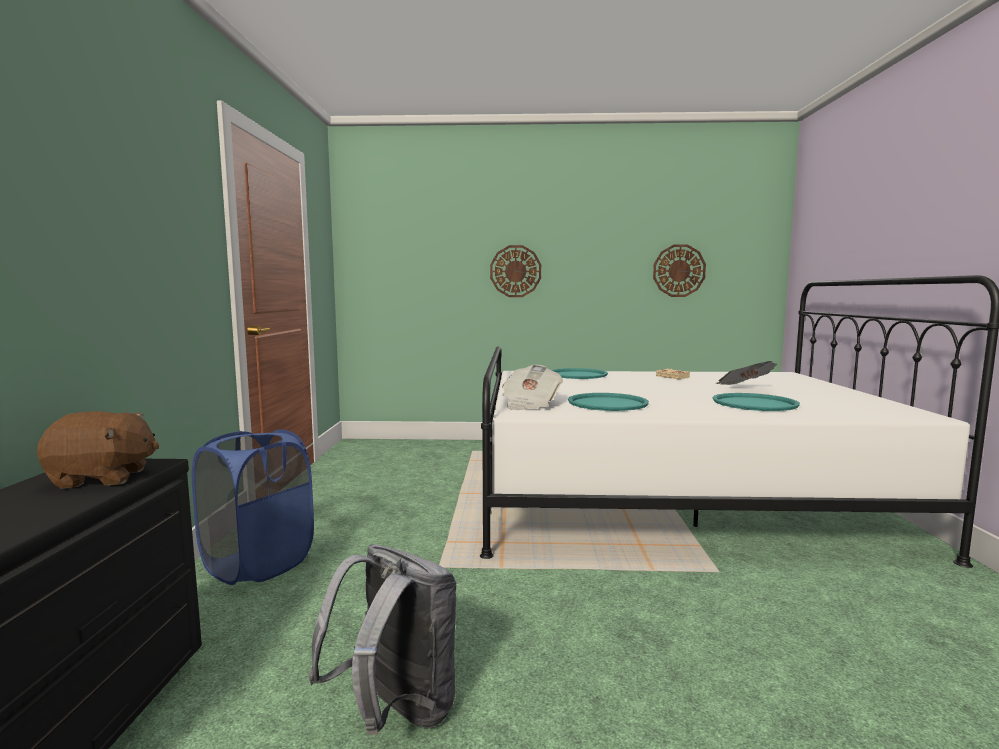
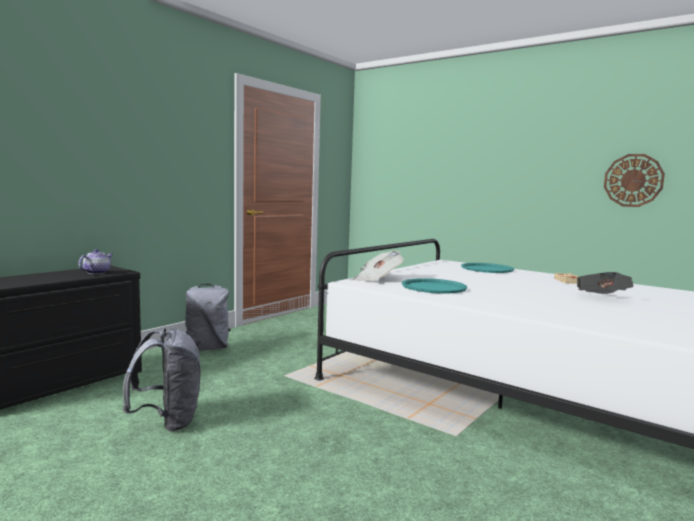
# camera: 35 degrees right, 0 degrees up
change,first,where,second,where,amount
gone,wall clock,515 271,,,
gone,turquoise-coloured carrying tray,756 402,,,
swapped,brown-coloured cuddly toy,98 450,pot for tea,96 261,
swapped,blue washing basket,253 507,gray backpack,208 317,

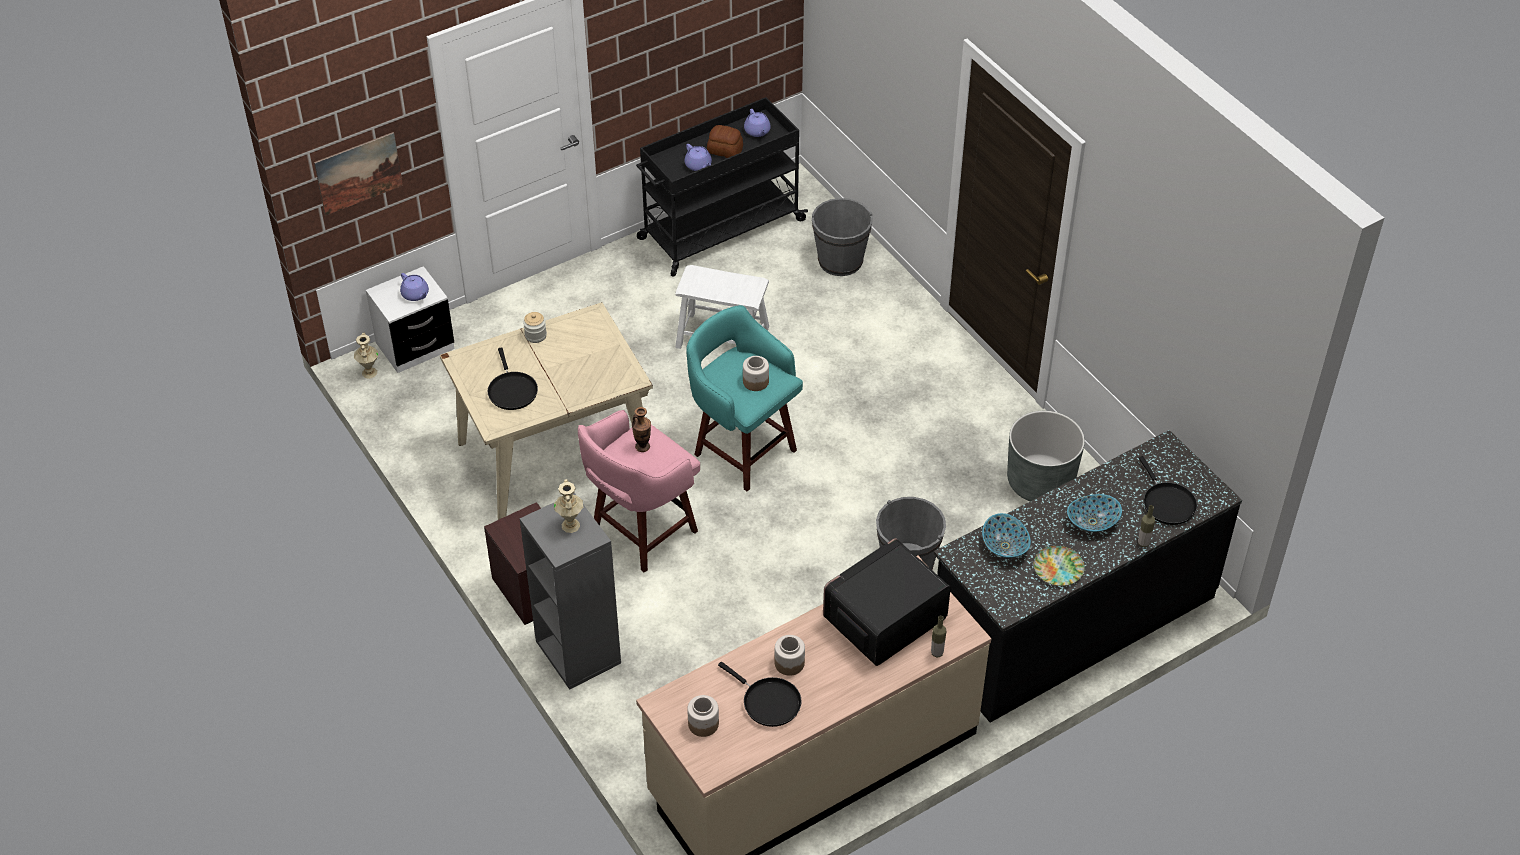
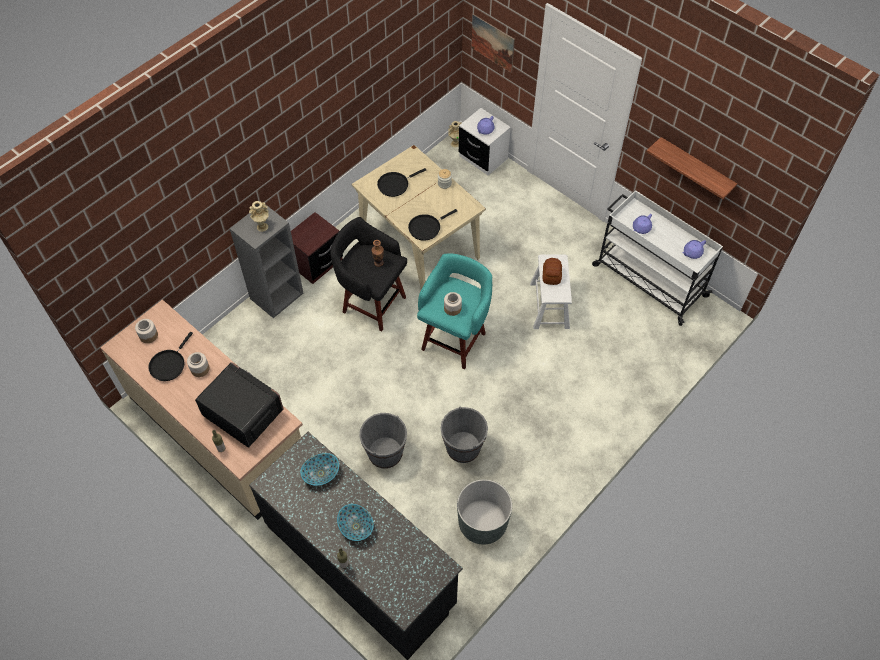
# camera: 75 degrees right, 10 degrees up
change,first,where,second,where,amount
gone,dinner plate,1059 566,,,
new,,,bracket shelf,692 168,
shifted,bakery bread,725 141,,552 271,
shifted,gray bucket,842 237,,464 435,
shifted,black pan,1168 490,,432 225,
repainted,pinkish stool,639 491,black stool,368 274,
repainted,black trolley,722 187,whitish trolley,657 258,

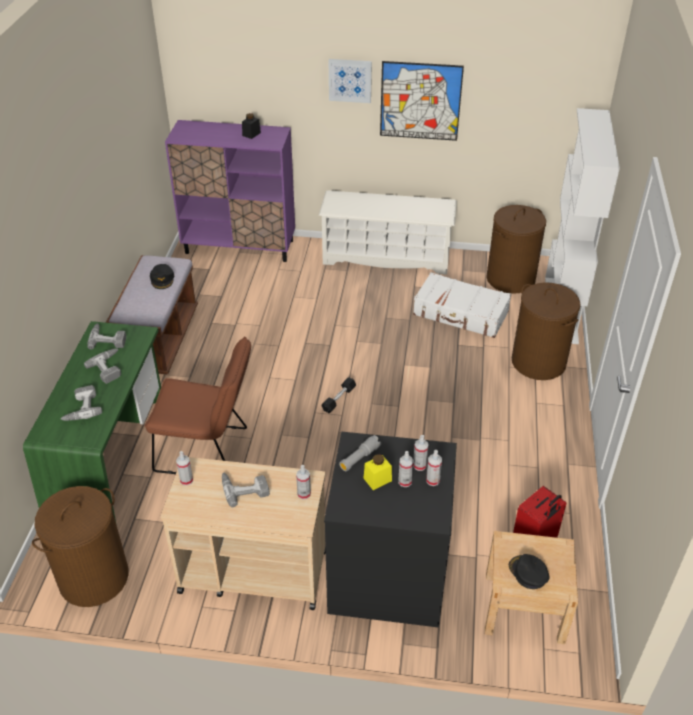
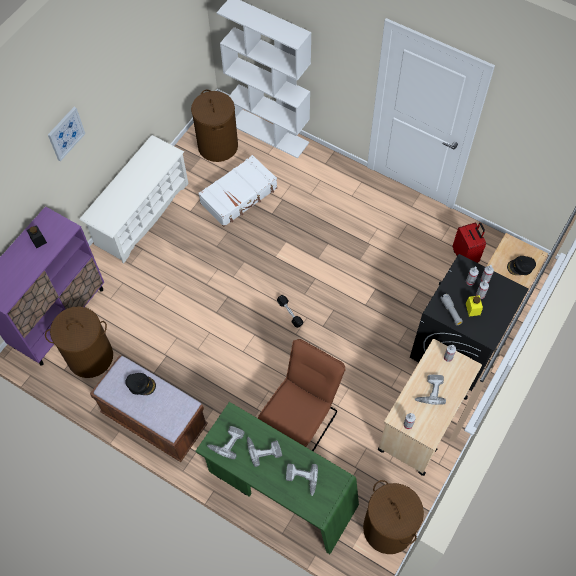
# camera: 65 degrees left, 20 degrees up
change,first,where,second,where,amount
gone,wall art,422 101,,,
shifted,brown-coloured washing basket,546 331,,79 342,

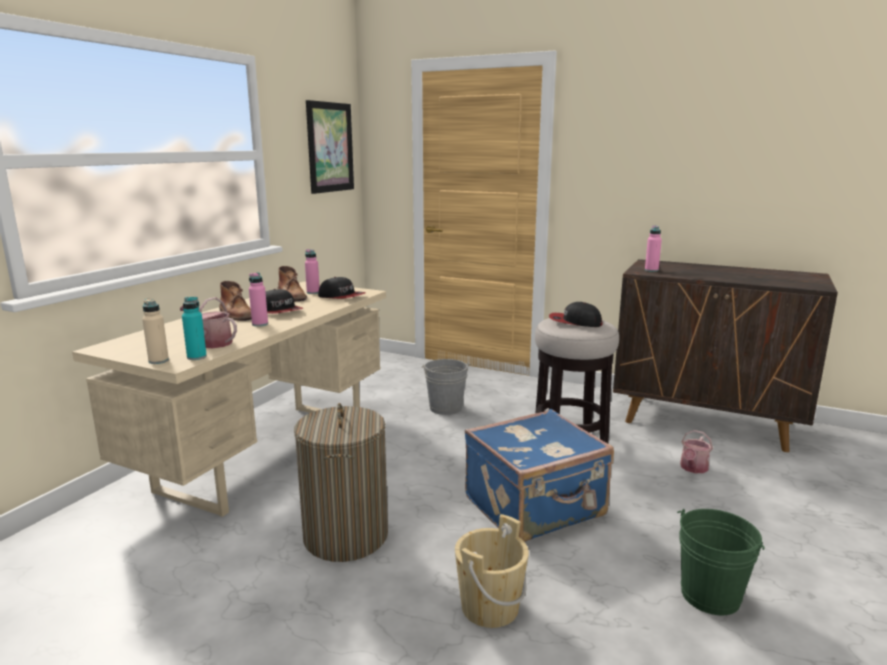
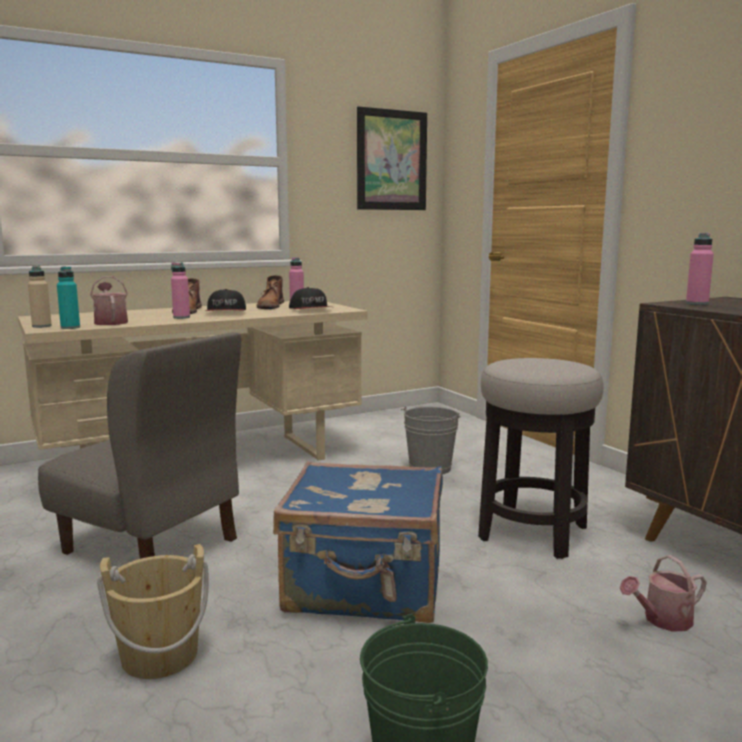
# camera: 35 degrees right, 5 degrees down
change,first,where,second,where,amount
gone,cap,576 314,,,
swapped,washing basket,341 482,gray upright chair,139 445,

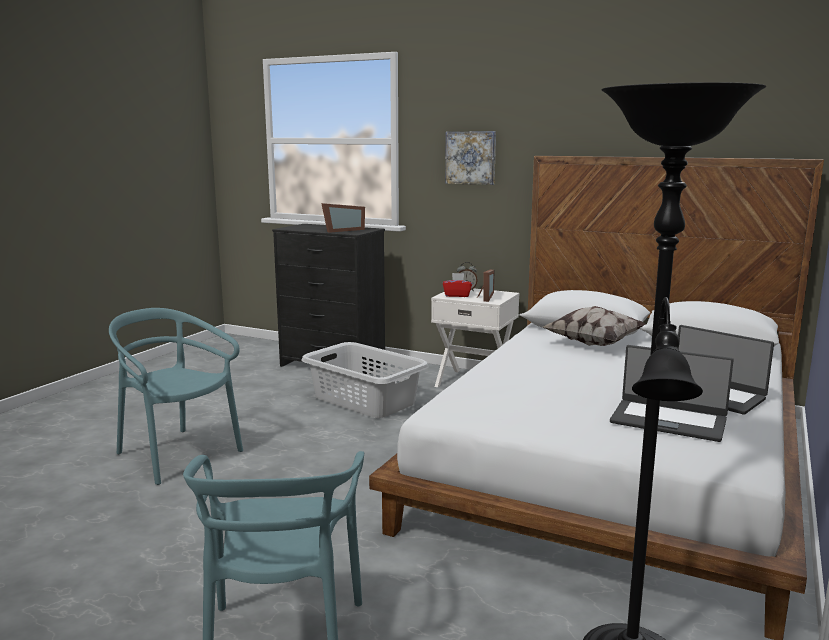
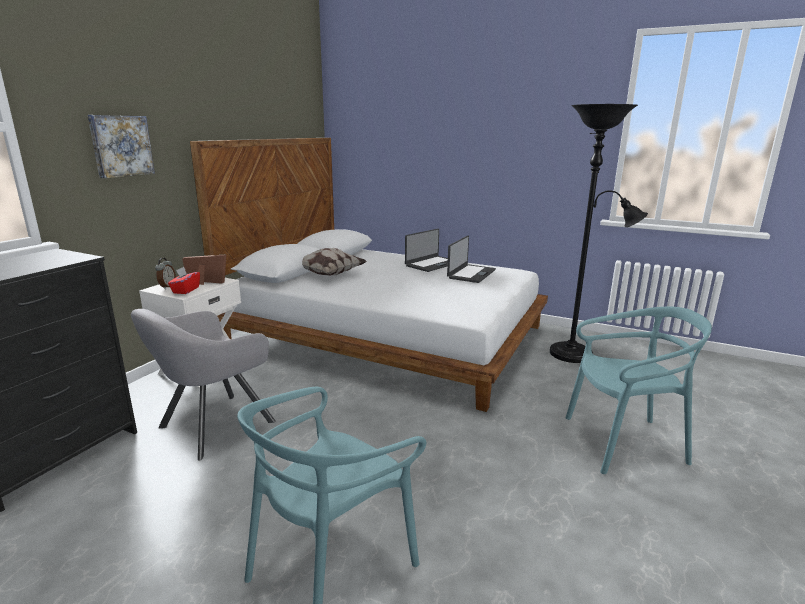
# camera: 90 degrees left, 5 degrees up
change,first,where,second,where,amount
gone,standing frame,343 218,,,
swapped,gray washing basket,365 380,gray lounge chair,203 385,

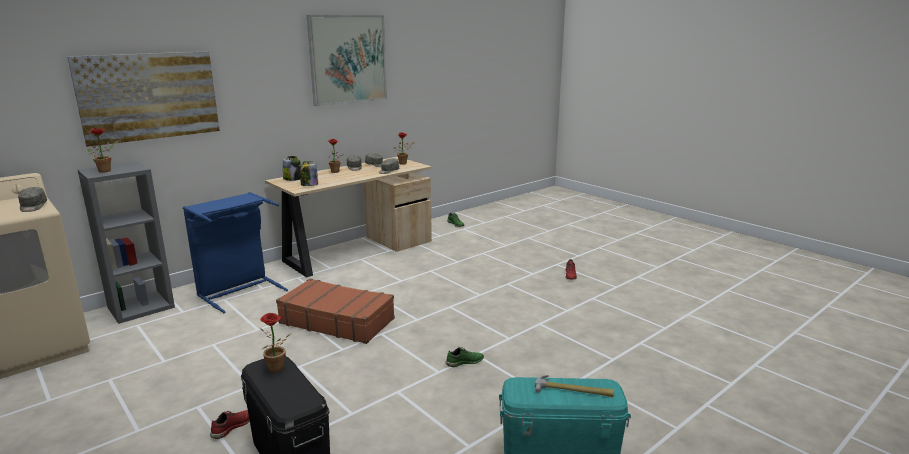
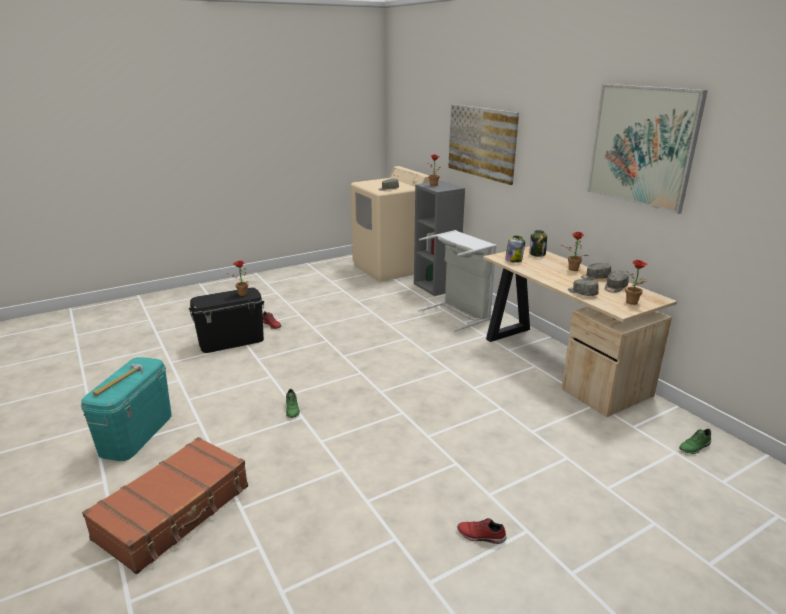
# camera: 100 degrees right, 5 degrees up
change,first,where,second,where,amount
shifted,brown-coloured suitcase,335 311,,165 505,
repainted,blue washing basket,235 252,gray washing basket,457 280,

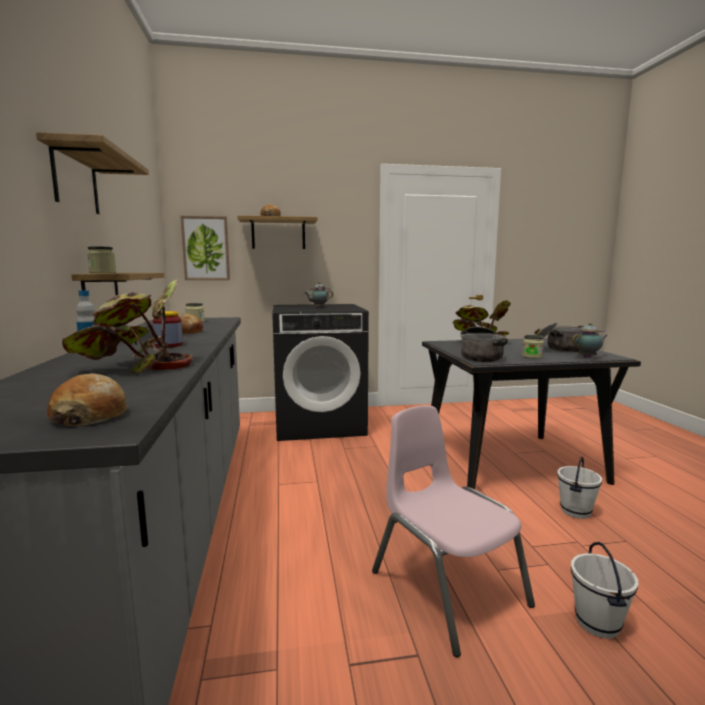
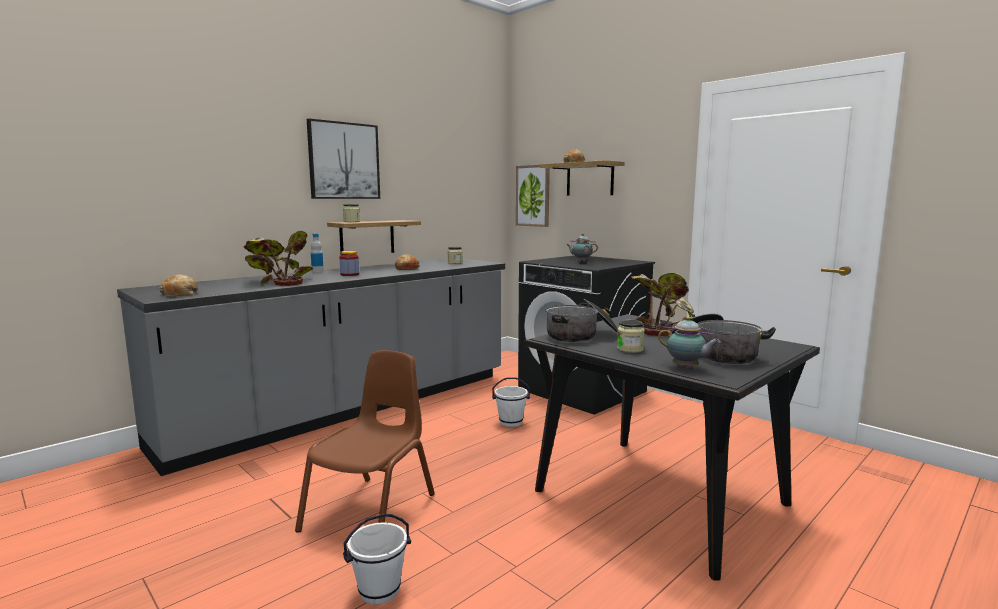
# camera: 55 degrees right, 0 degrees up
change,first,where,second,where,amount
shifted,whitish bucket,579 488,,511 402,
swapped,bracket shelf,92 173,wall art,343 159,
repainted,pinkish upright chair,453 531,brown-coloured upright chair,365 441,

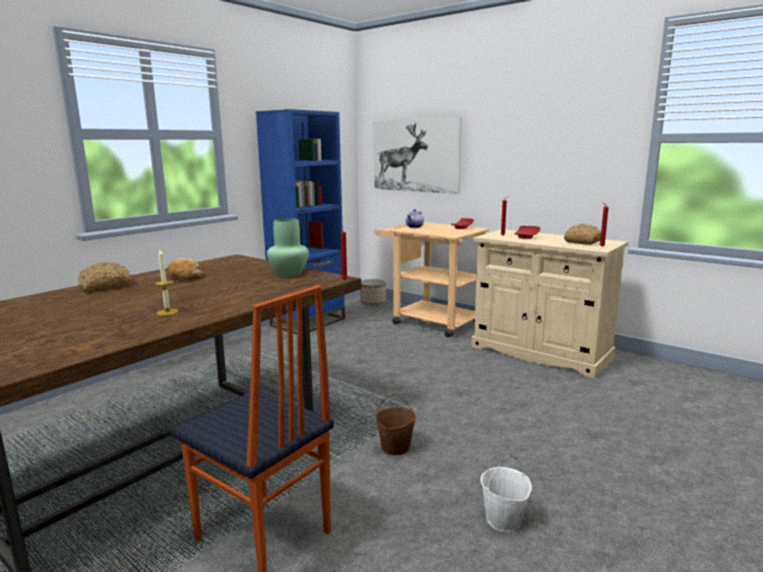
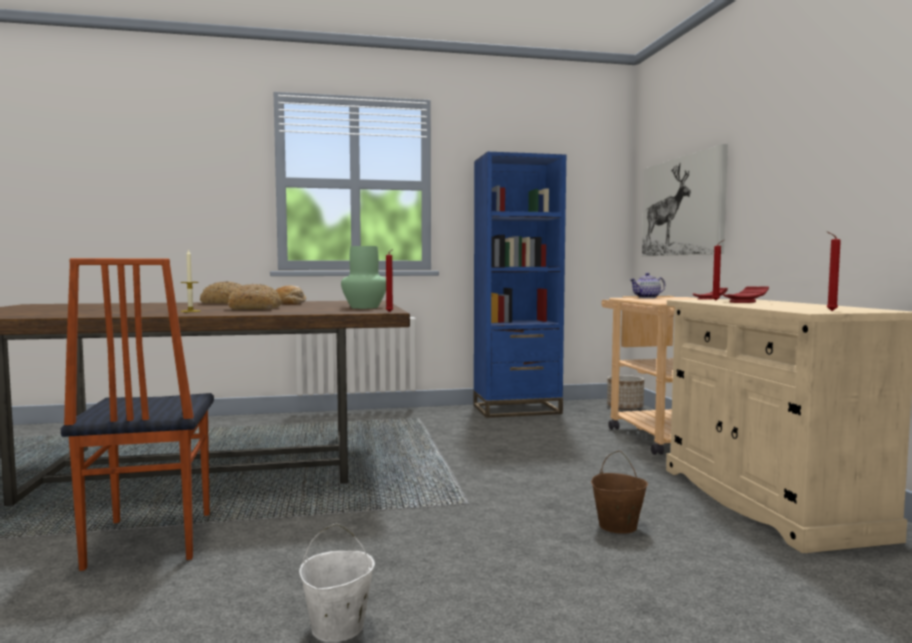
# camera: 40 degrees right, 10 degrees down
change,first,where,second,where,amount
shifted,brown-coloured bucket,395 424,,619 492,
shifted,bakery bread,582 234,,255 297,

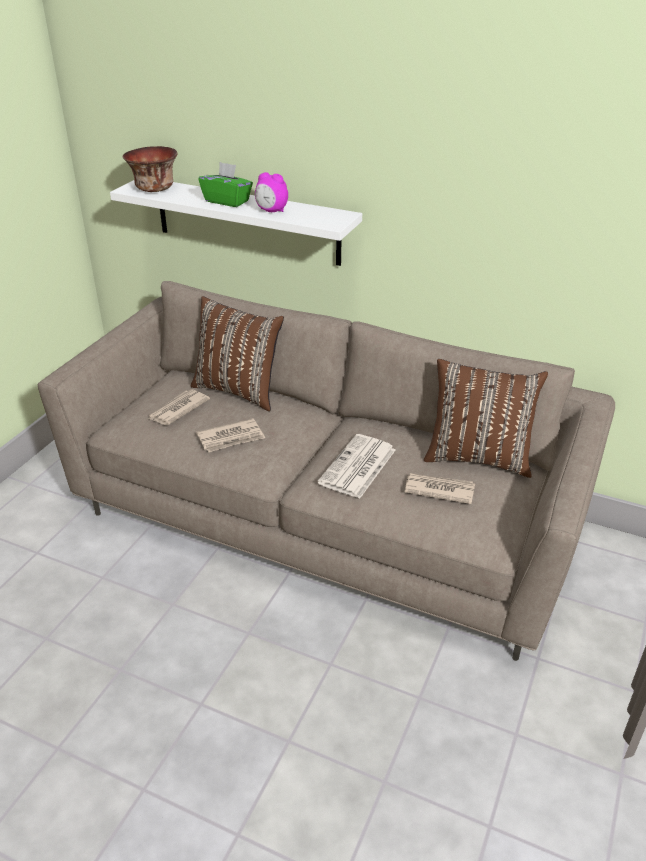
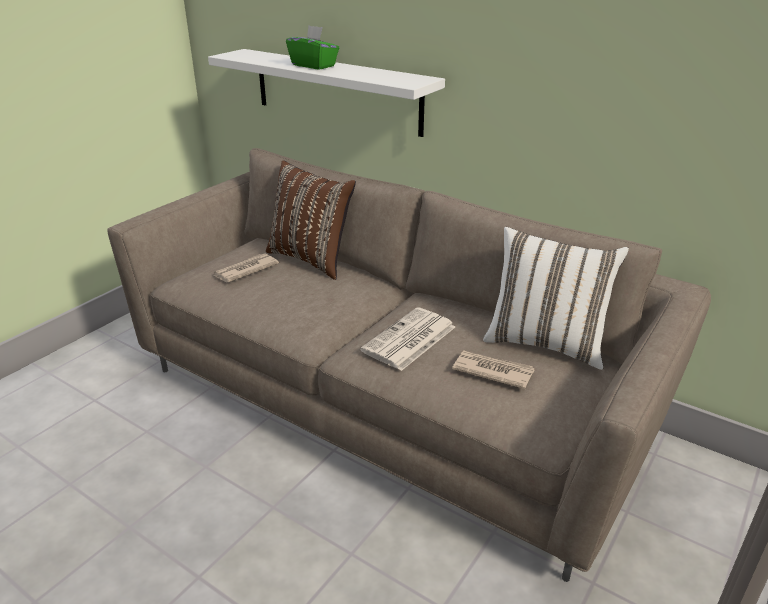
# camera: 10 degrees right, 5 degrees down
change,first,where,second,where,amount
gone,serving bowl,150 169,,,
gone,printed paper,230 435,,,
gone,table clock,271 192,,,
repainted,brown-coloured throw pillow,486 418,whitish throw pillow,556 298,

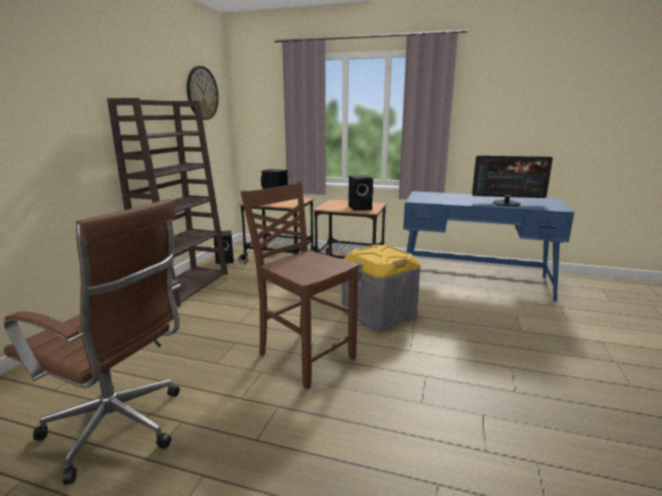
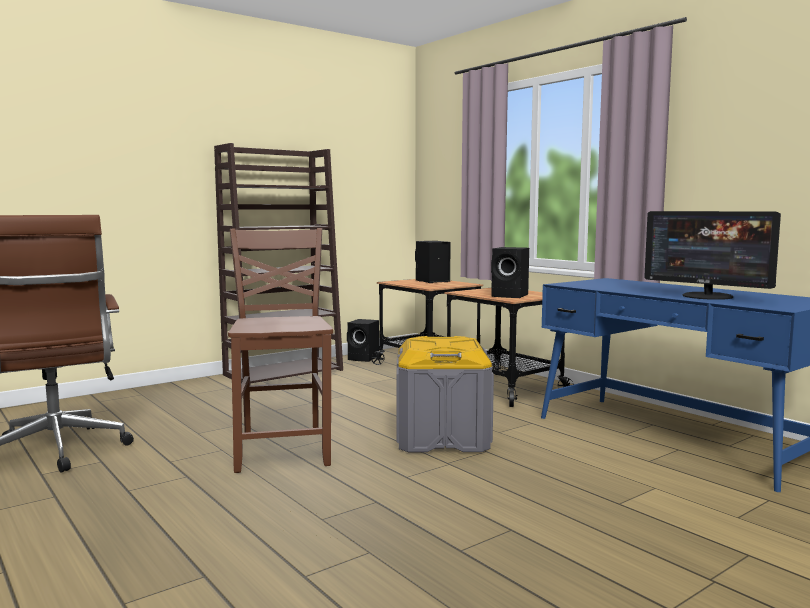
# camera: 35 degrees right, 10 degrees down
change,first,where,second,where,amount
gone,wall clock,203 93,,,

